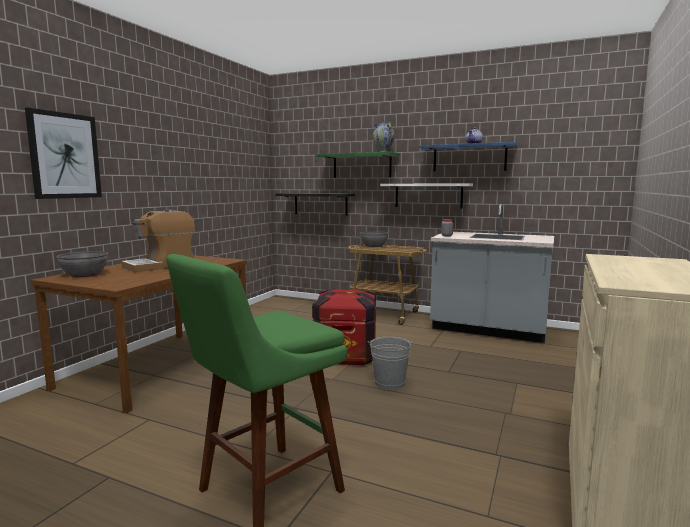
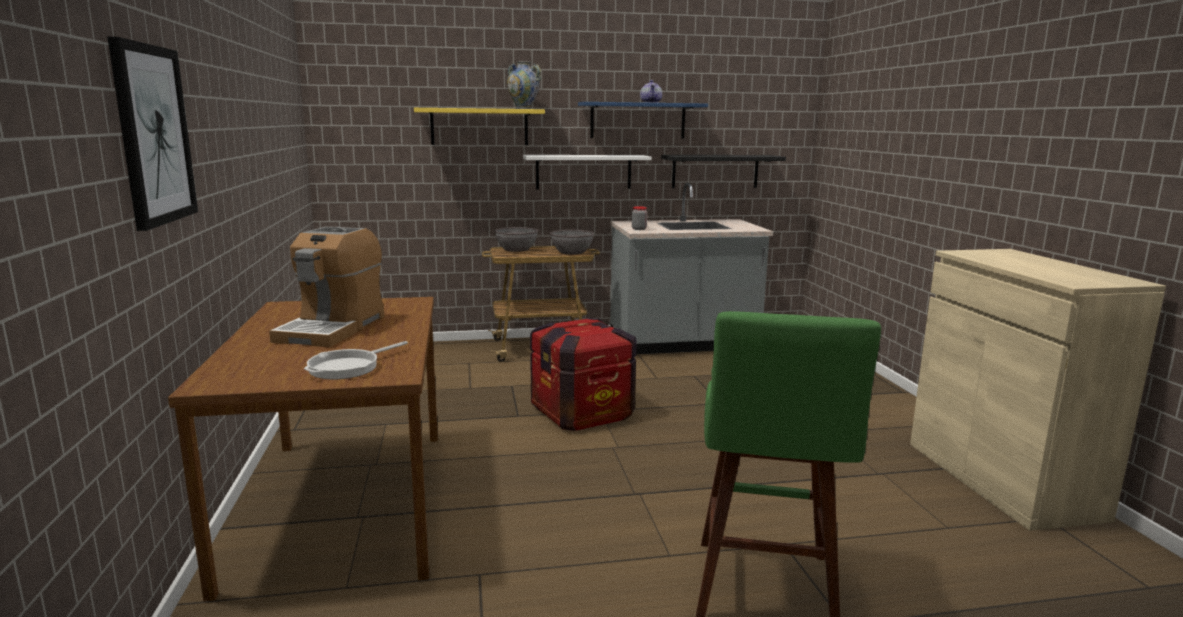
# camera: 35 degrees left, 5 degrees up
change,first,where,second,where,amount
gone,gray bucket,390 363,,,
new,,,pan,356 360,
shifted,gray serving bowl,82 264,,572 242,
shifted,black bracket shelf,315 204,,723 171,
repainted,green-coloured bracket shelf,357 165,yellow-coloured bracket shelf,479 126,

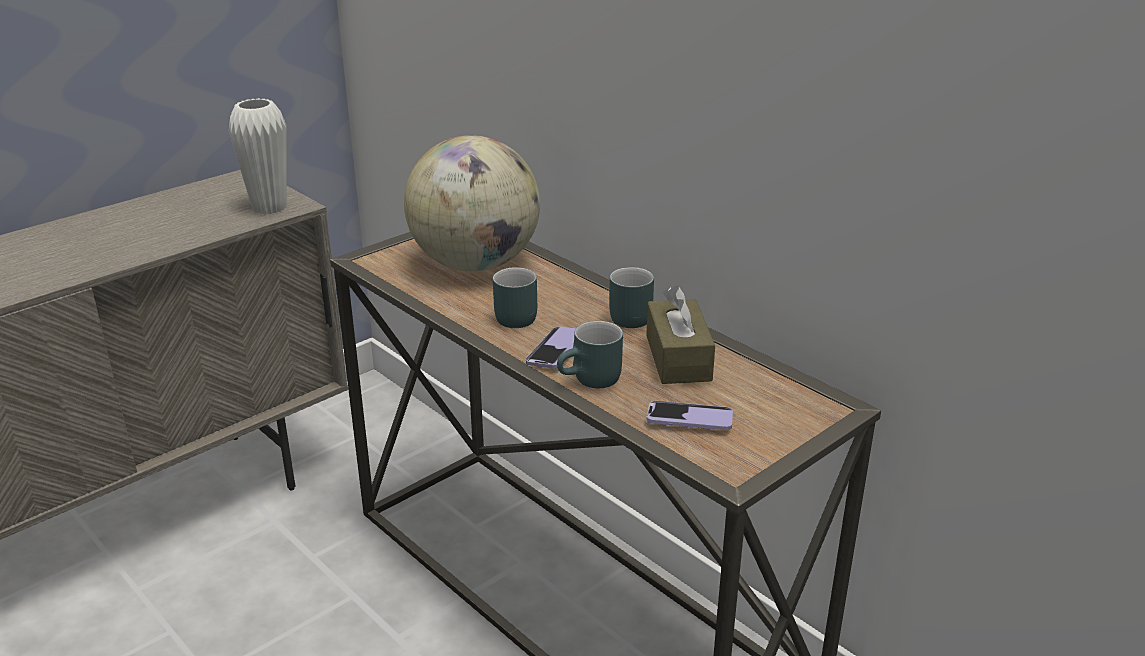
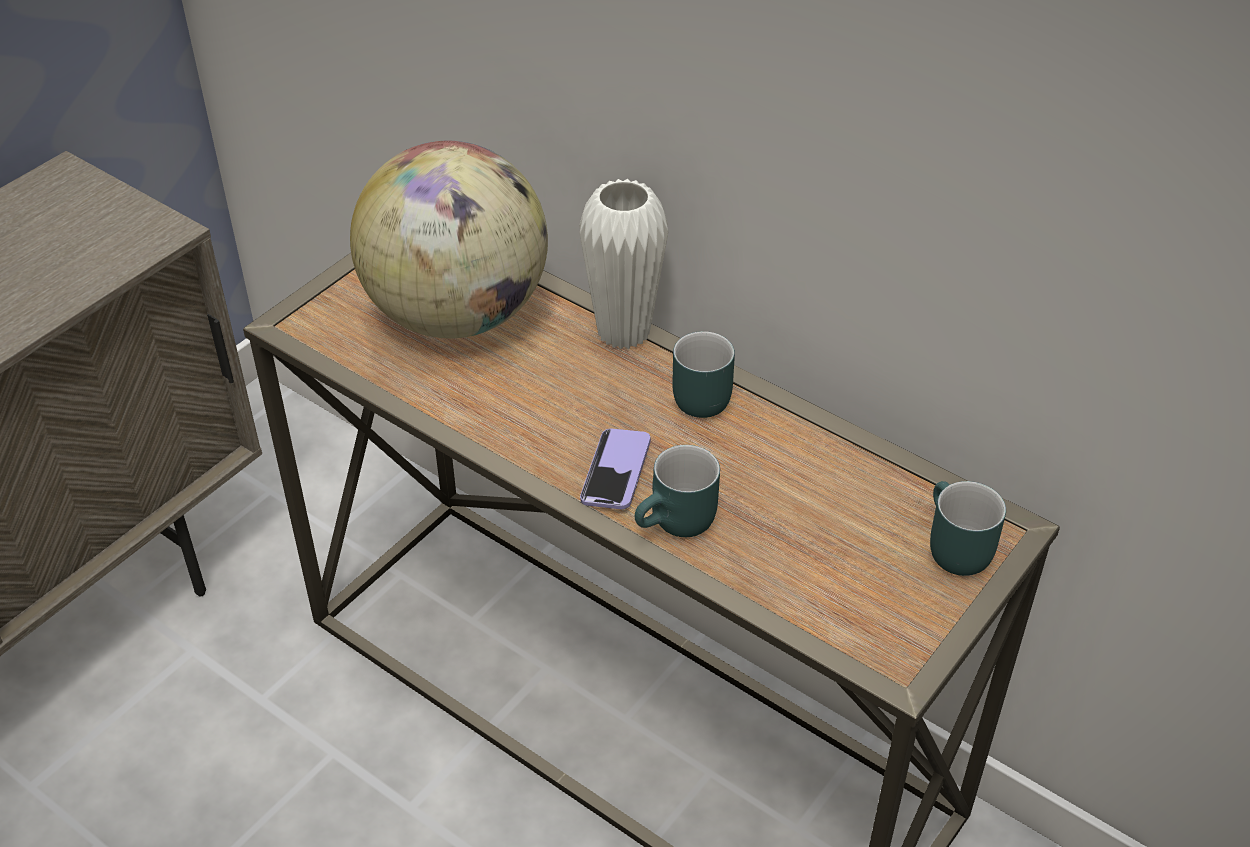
# camera: 10 degrees left, 15 degrees up
change,first,where,second,where,amount
gone,brown-coloured tissue holder,680 334,,,
gone,handset,690 415,,,
shifted,whitish flower vase,258 156,,623 264,
shifted,turquoise-coloured tea mug,515 297,,968 528,

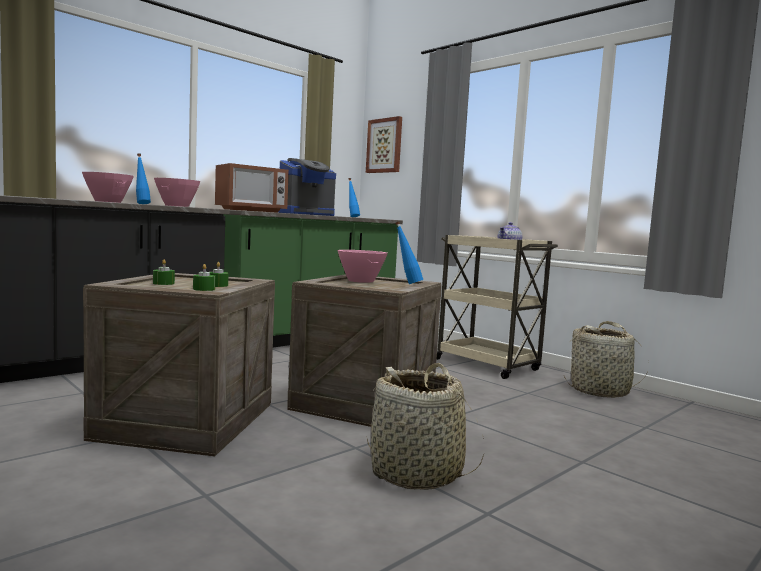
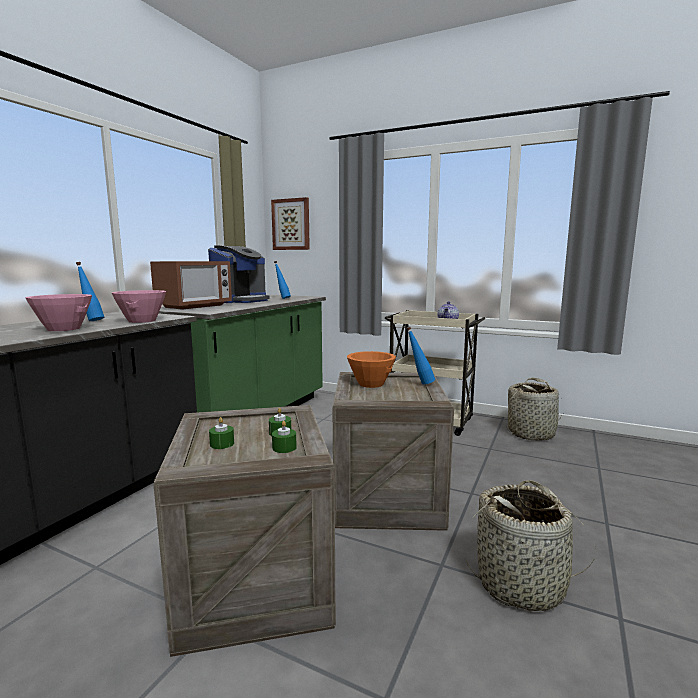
# camera: 20 degrees left, 5 degrees up
change,first,where,second,where,amount
repainted,pinkish serving bowl,363 266,orange serving bowl,371 369,

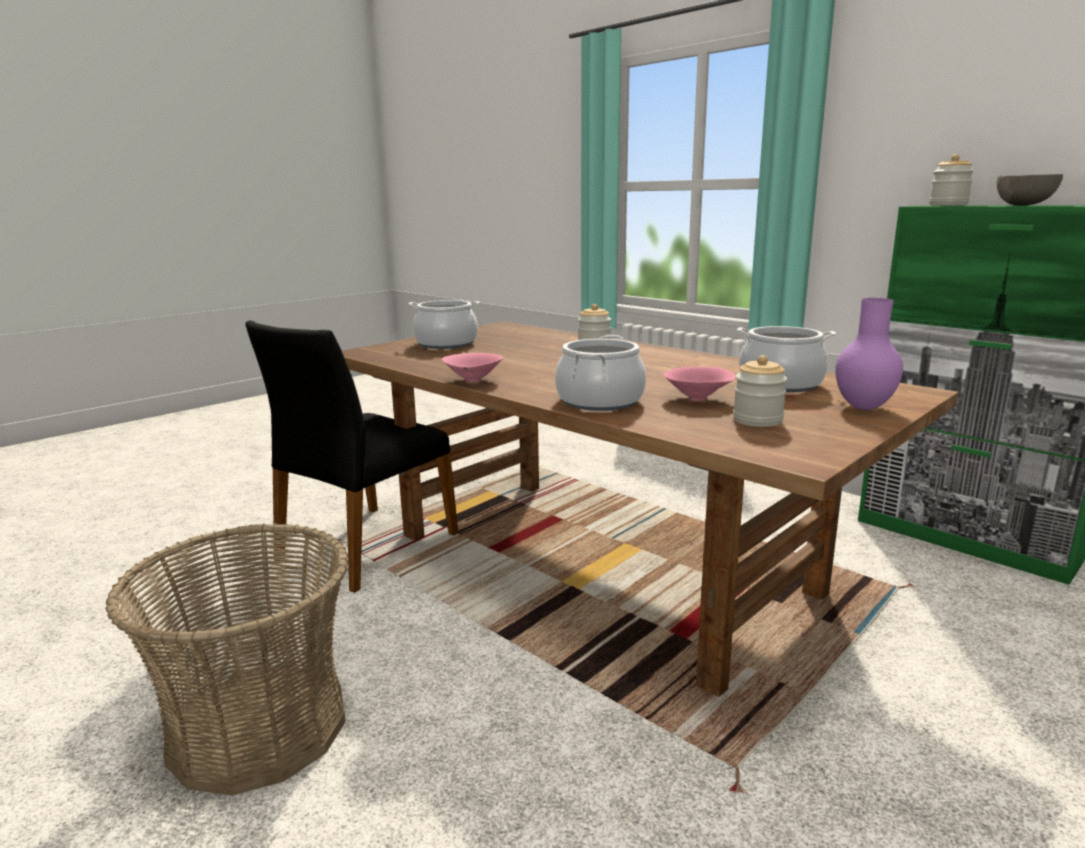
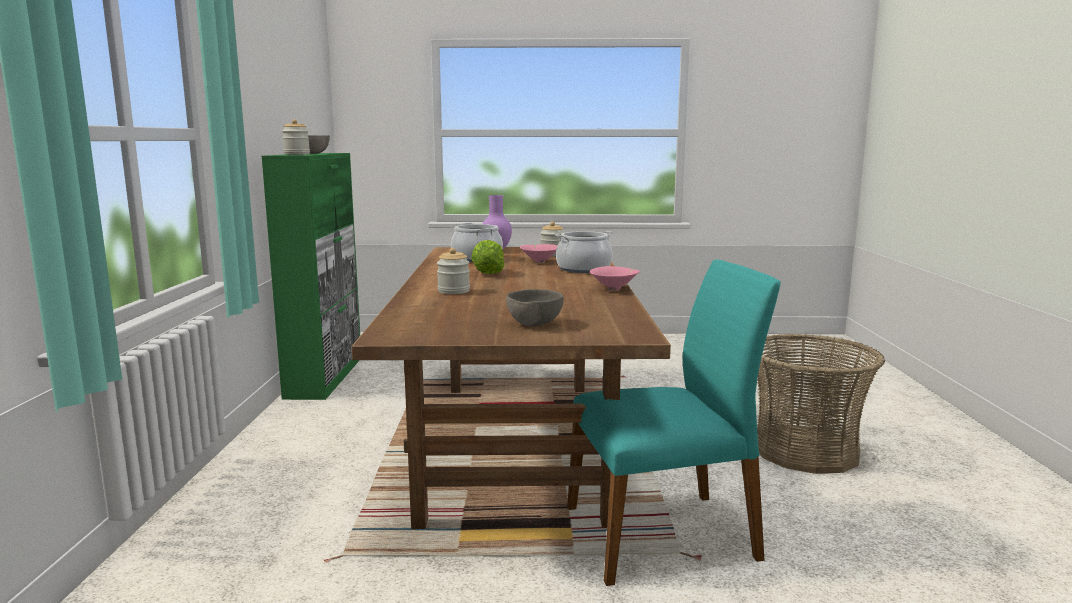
# camera: 135 degrees left, 5 degrees down
change,first,where,second,where,amount
new,,,head of lettuce,488 257,
swapped,cooking pot,444 324,gray serving bowl,535 307,
repainted,black upright chair,351 456,turquoise-coloured upright chair,674 423,

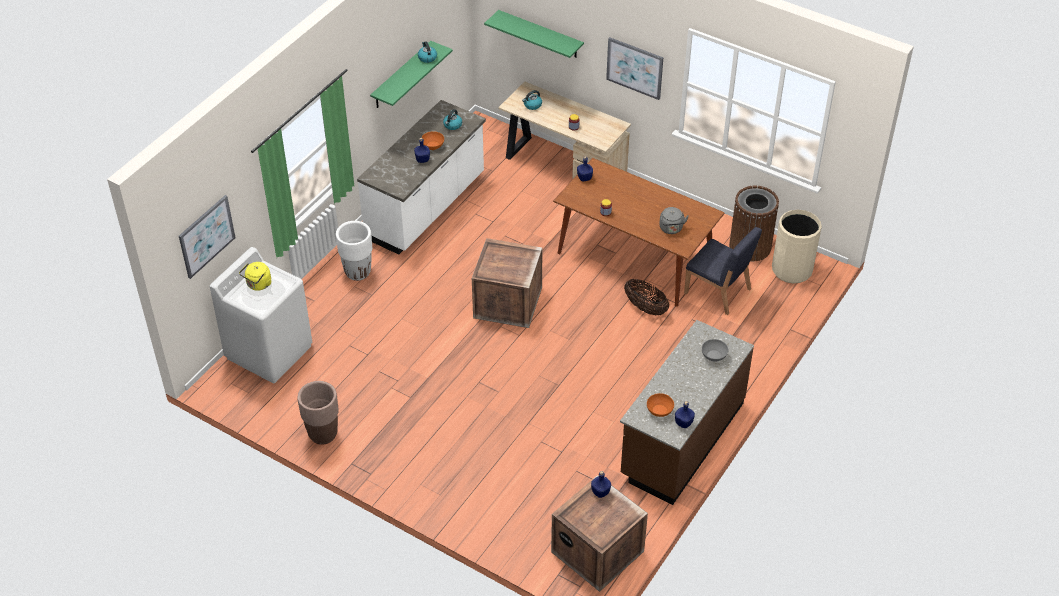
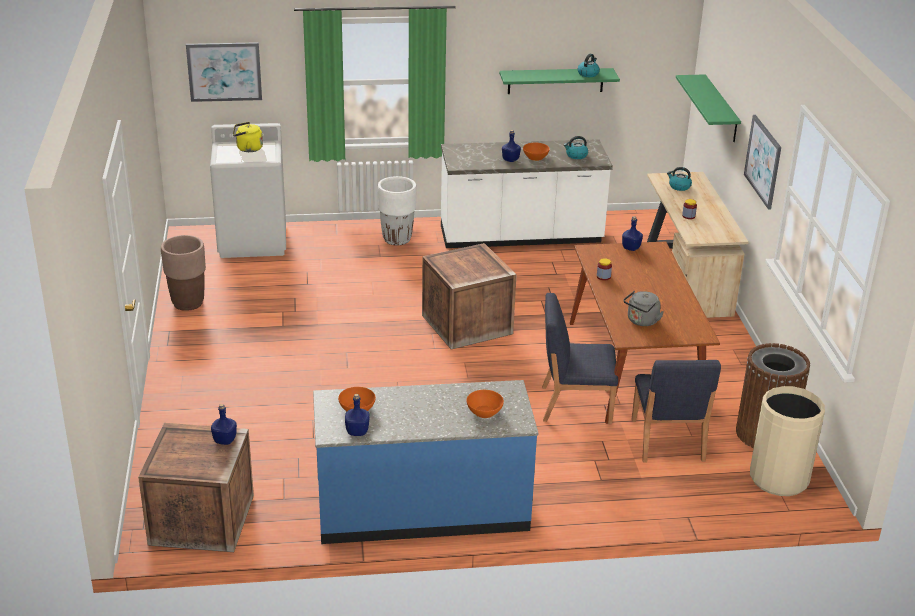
# camera: 50 degrees right, 15 degrees down
change,first,where,second,where,amount
swapped,storage basket,647 297,blue upright chair,580 358,
repainted,brown-coloured kitchen counter,687 412,blue kitchen counter,425 462,
repainted,gray serving bowl,715 350,orange serving bowl,485 404,

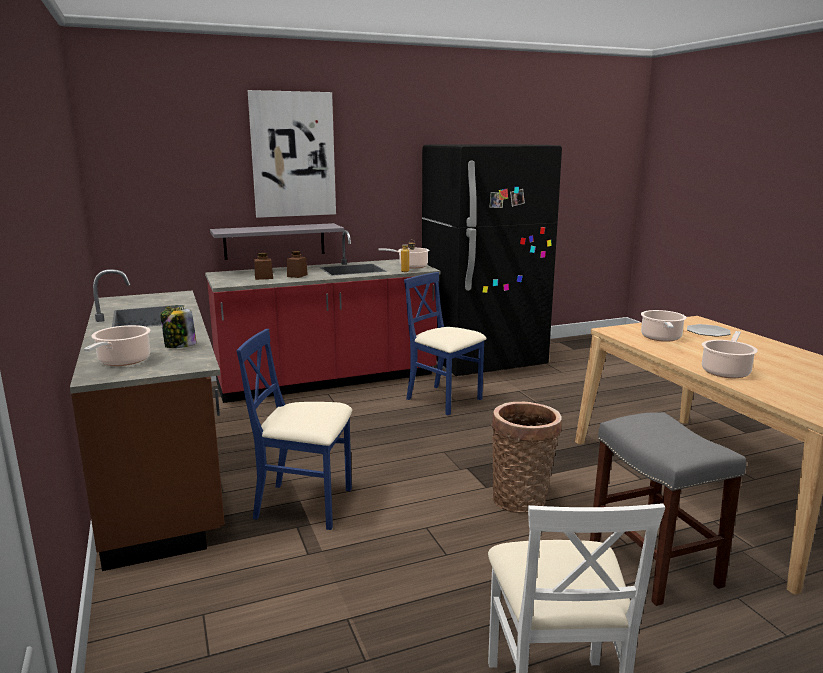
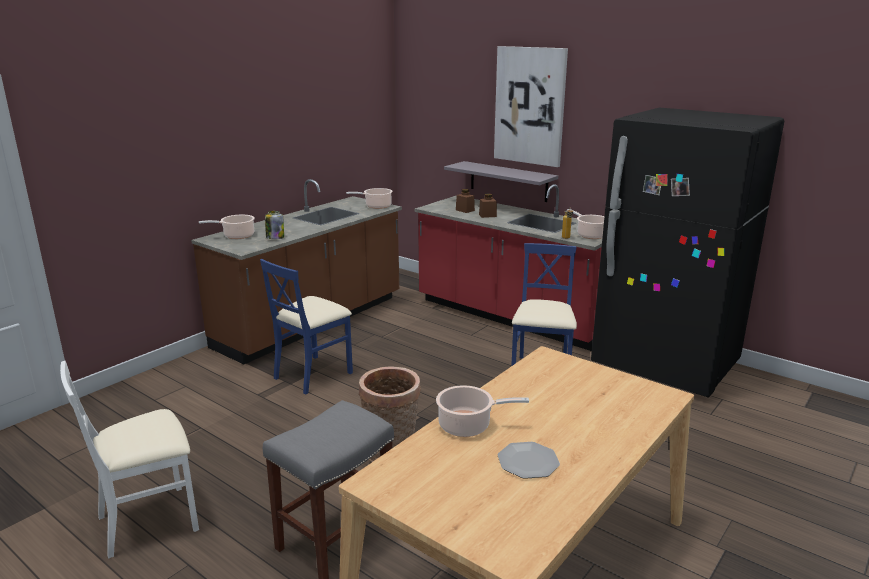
# camera: 60 degrees right, 5 degrees up
change,first,where,second,where,amount
shifted,cooking pot,664 326,,369 198,
shifted,dinner plate,709 330,,529 460,
rotated,blue upright chair,294 429,,306 326,120 degrees counterclockwise

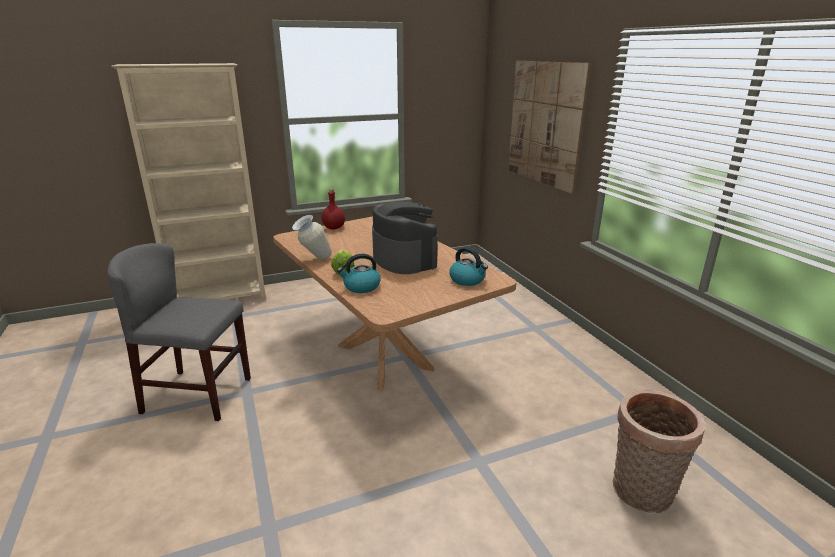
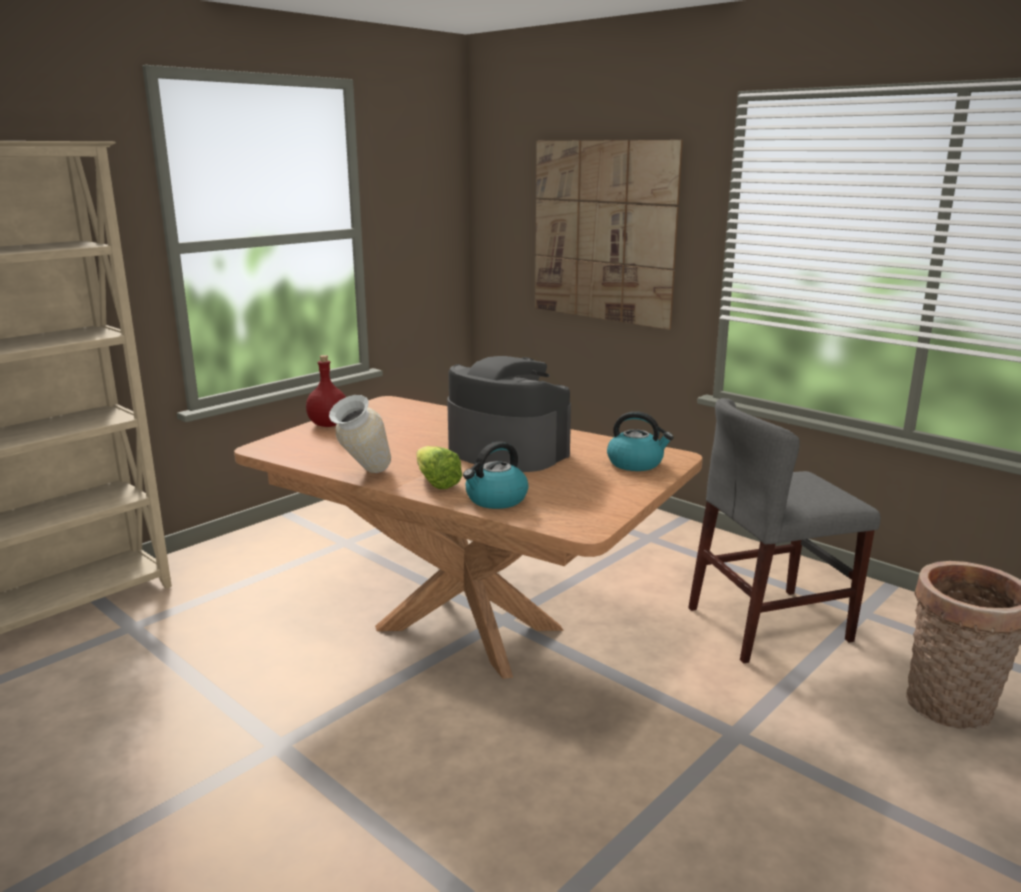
# camera: 25 degrees left, 5 degrees down
change,first,where,second,where,amount
shifted,gray upright chair,179 332,,784 531,

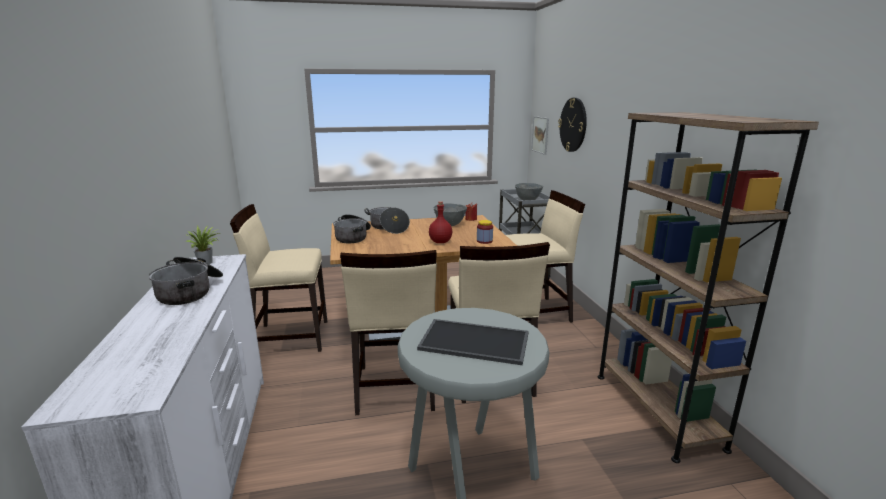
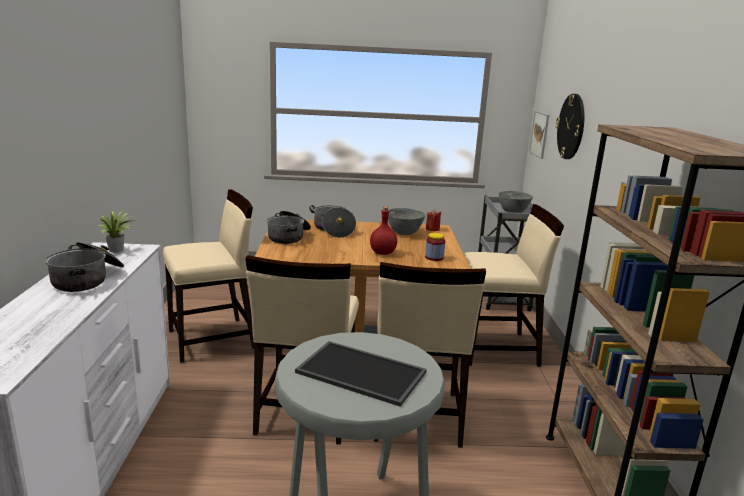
# camera: 10 degrees right, 0 degrees up
change,first,where,second,where,amount
rotated,sand-coloured upright chair,278 278,,209 276,150 degrees clockwise

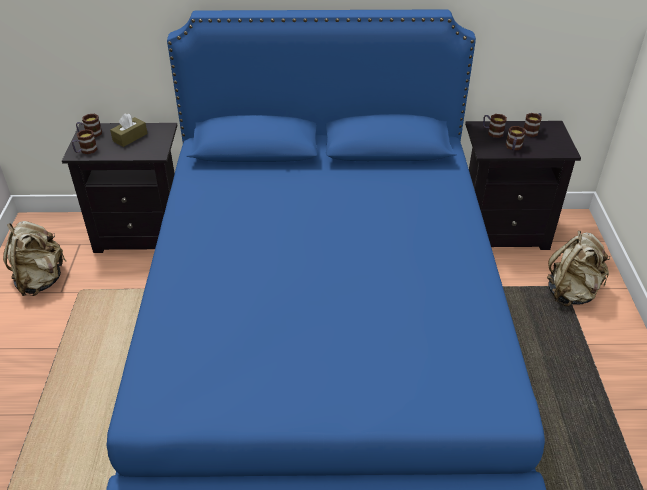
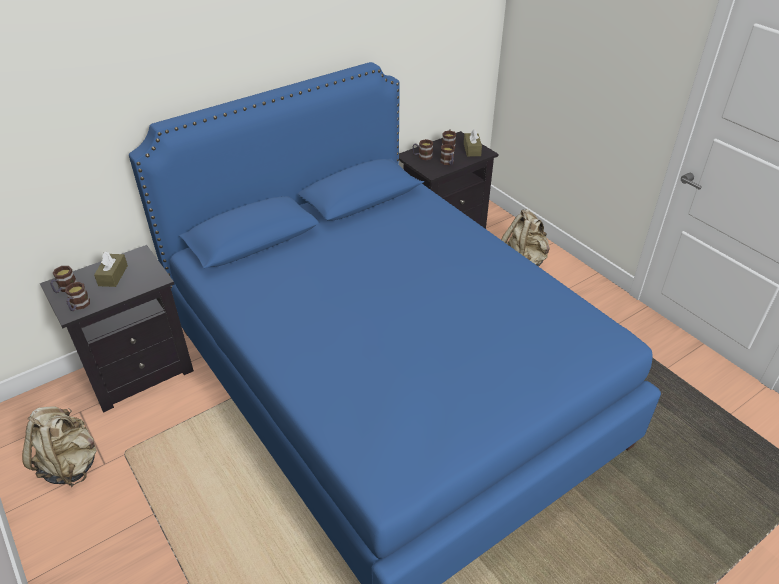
# camera: 35 degrees left, 0 degrees up
change,first,where,second,where,amount
new,,,brown-coloured tissue holder,473 143,

